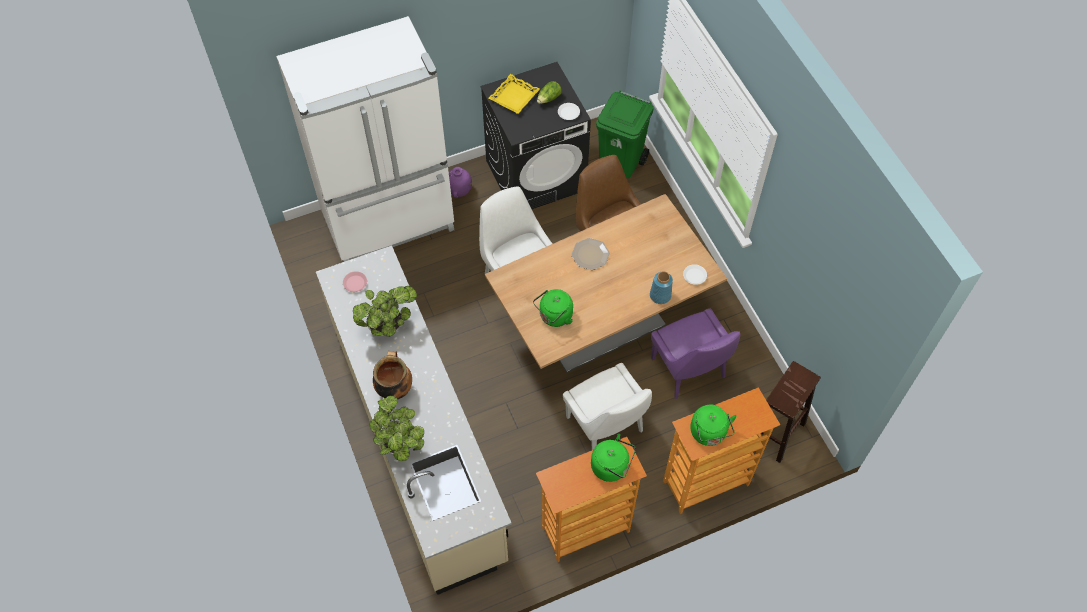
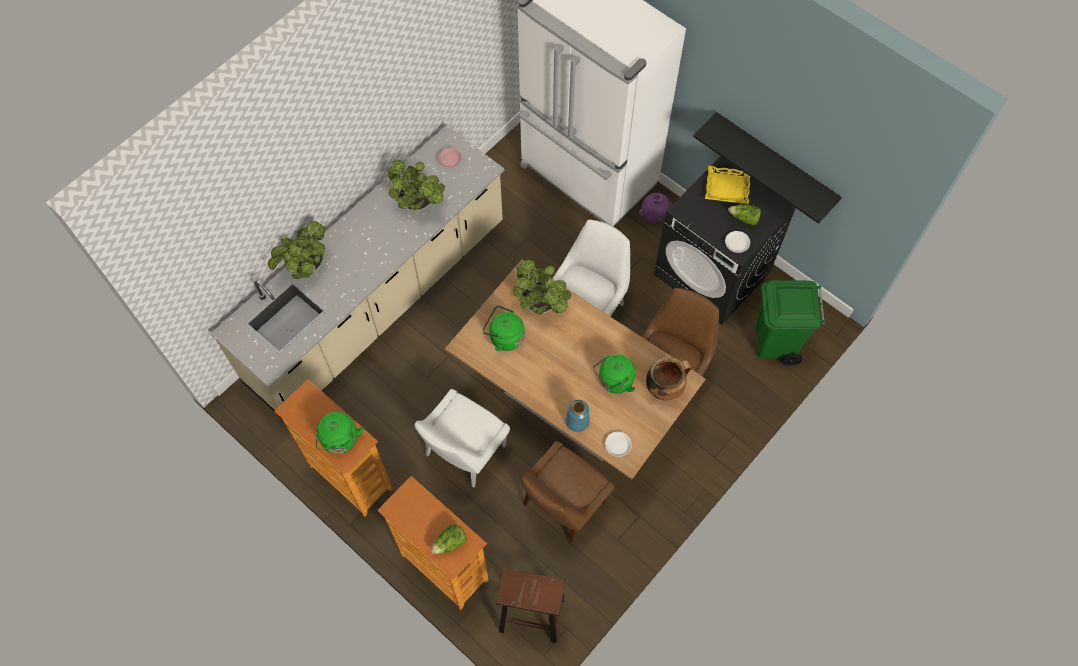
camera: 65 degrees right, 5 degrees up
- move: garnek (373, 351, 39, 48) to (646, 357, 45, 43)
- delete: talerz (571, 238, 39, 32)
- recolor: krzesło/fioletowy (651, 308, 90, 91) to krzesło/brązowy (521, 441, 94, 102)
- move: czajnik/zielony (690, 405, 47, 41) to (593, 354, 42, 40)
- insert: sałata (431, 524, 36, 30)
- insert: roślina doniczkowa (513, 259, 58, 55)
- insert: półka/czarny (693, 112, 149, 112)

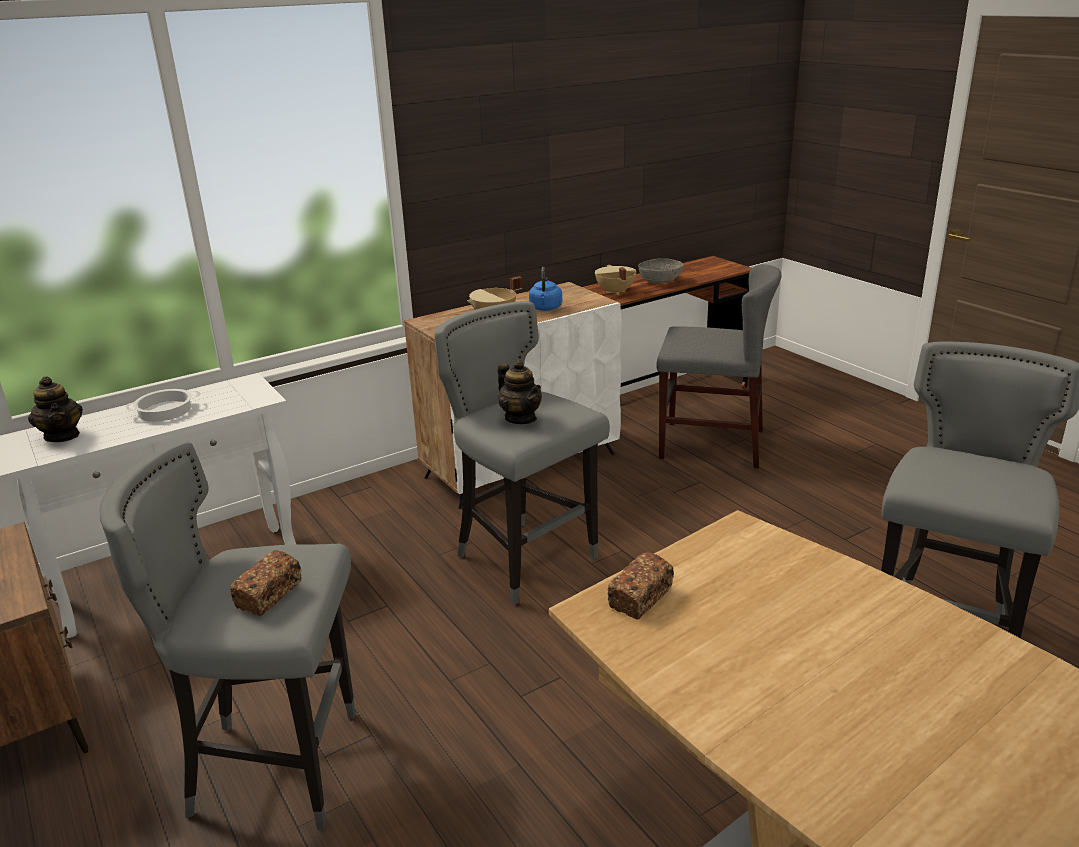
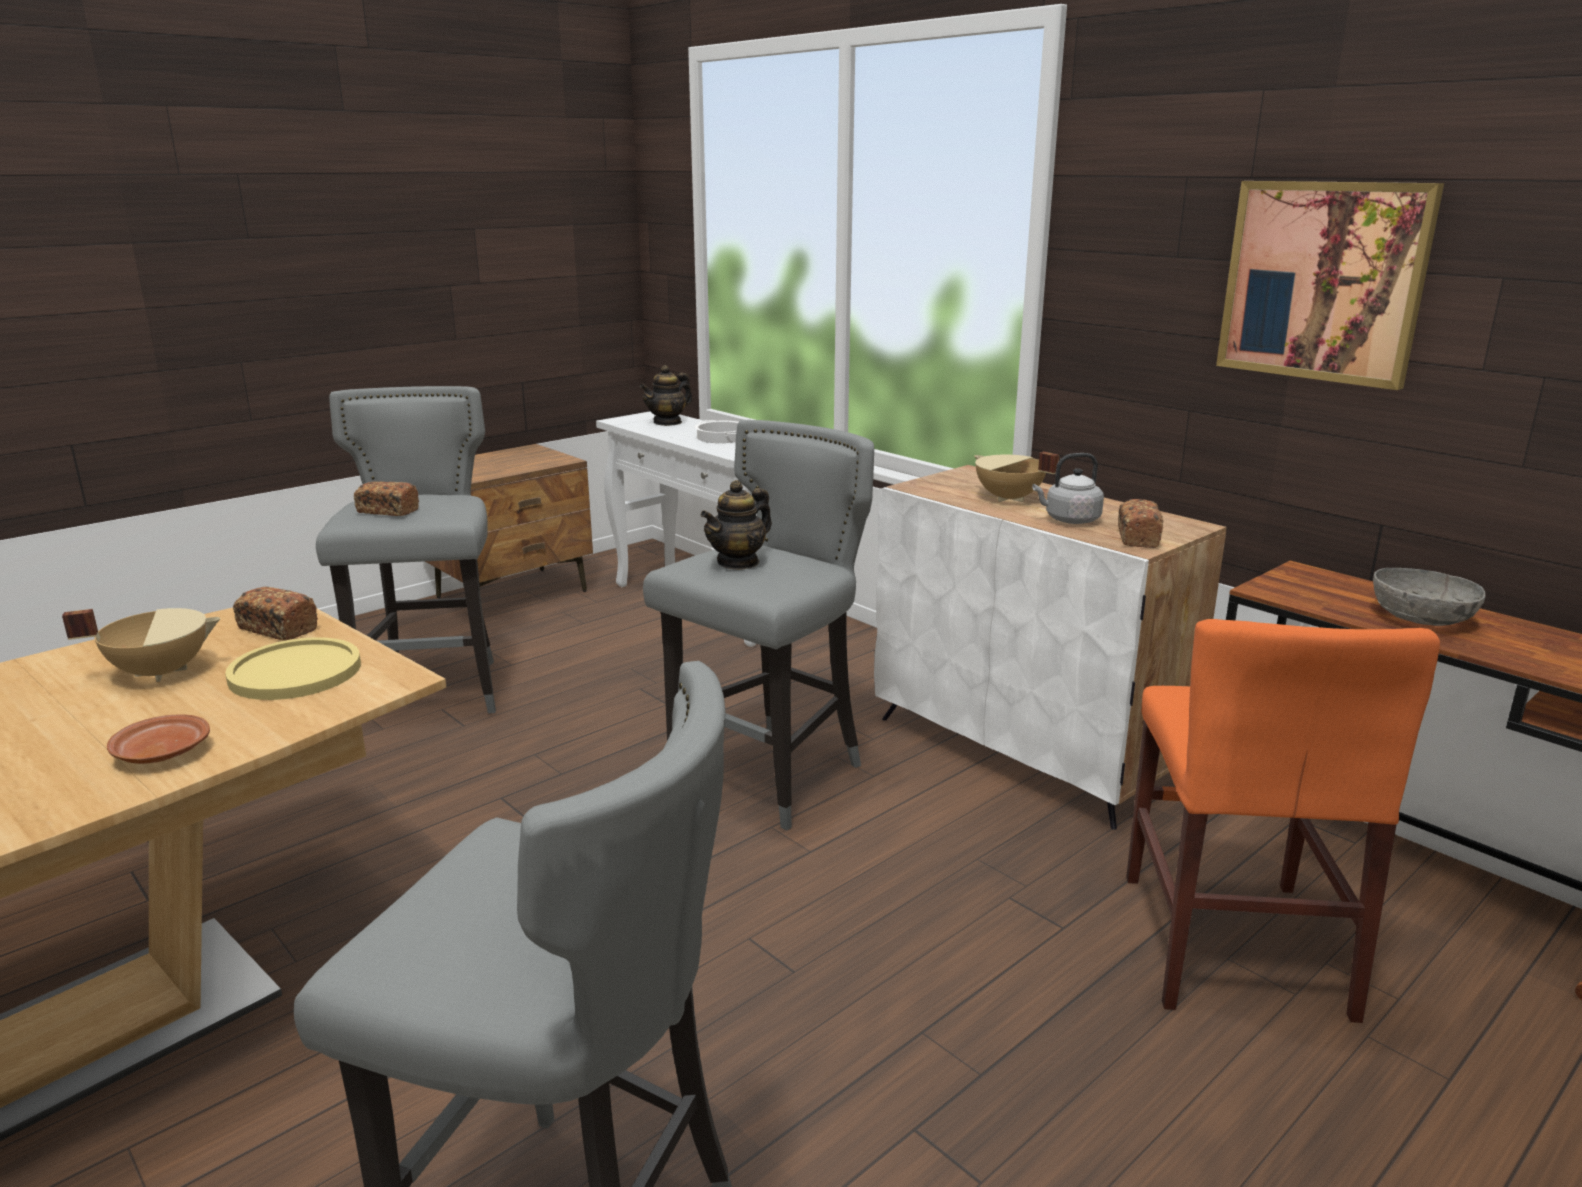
camera: 80 degrees right, 5 degrees down
- recolor: czajnik/niebieski (529, 267, 33, 44) to czajnik/szary (1032, 453, 72, 71)
- move: garnek/beżowy (595, 265, 41, 30) to (62, 608, 159, 74)
- recolor: krzesło/szary (656, 264, 126, 205) to krzesło/pomarańczowy (1126, 619, 314, 404)
- insert: talerz/brązowy (107, 714, 103, 50)
- insert: talerz/żółty (225, 637, 136, 63)
- insert: chleb (1118, 499, 46, 49)
- insert: obraz (1216, 181, 228, 209)

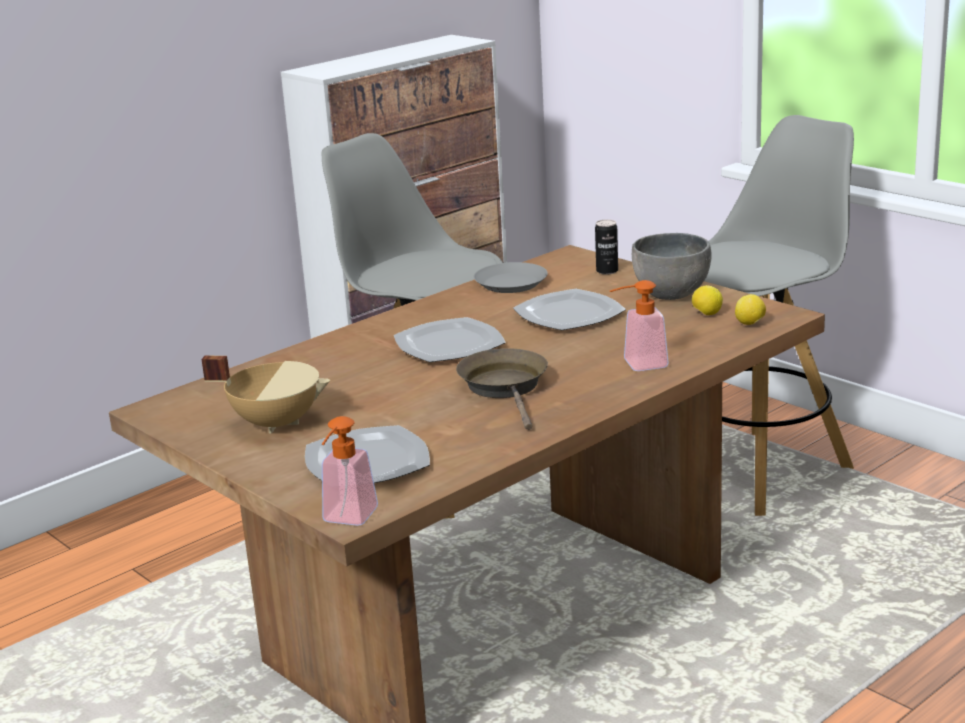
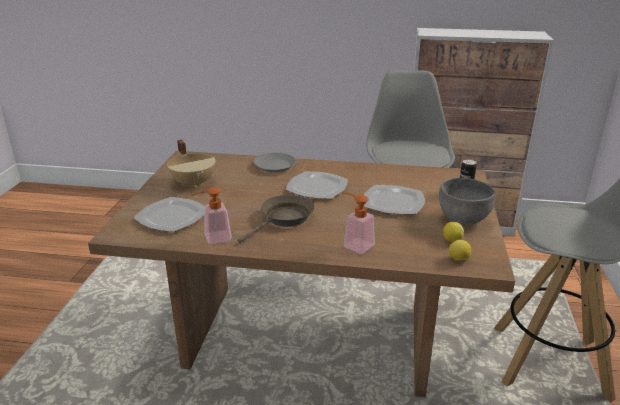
camera: 50 degrees right, 5 degrees up
- move: dozownik mydła (322, 416, 56, 110) to (191, 187, 41, 57)
- move: talerz/szary (473, 262, 75, 31) to (253, 153, 43, 20)

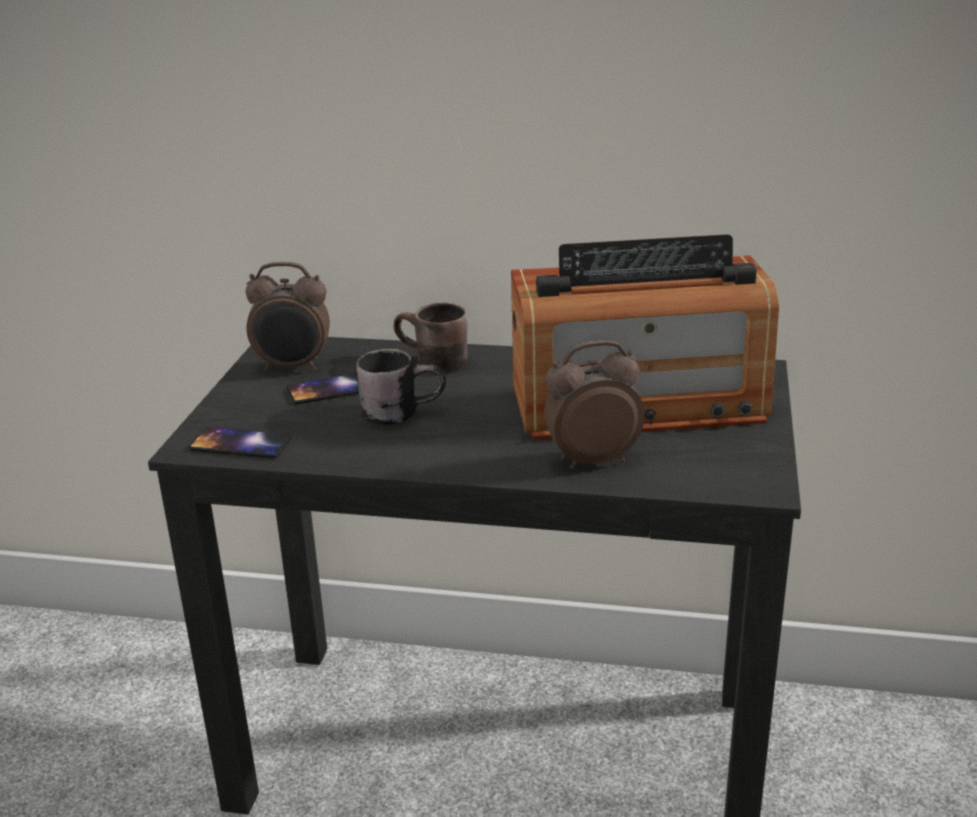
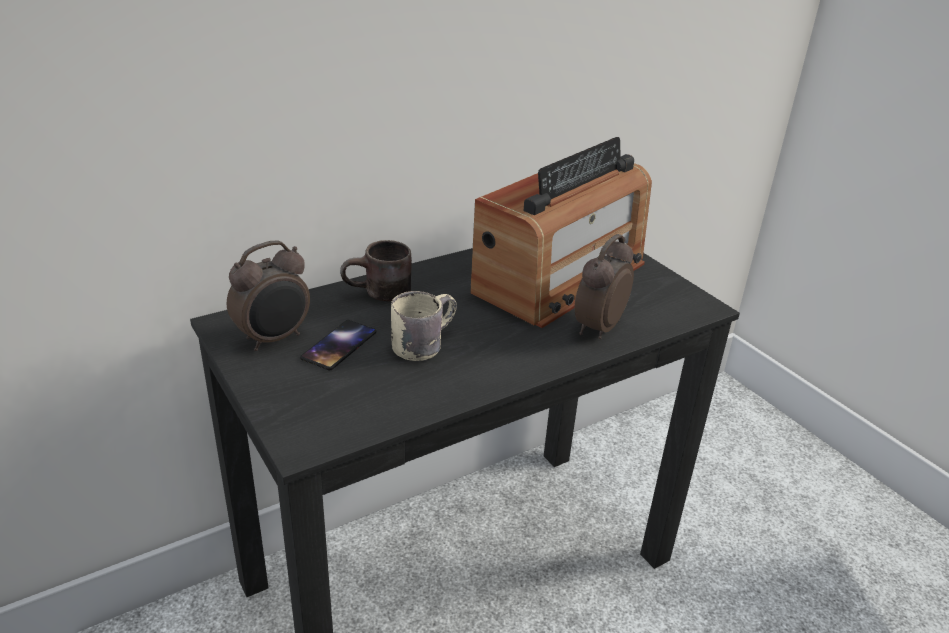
camera: 45 degrees left, 5 degrees up
- delete: telefon (189, 427, 103, 31)
- recolor: kubek/czarny (356, 348, 90, 77) to kubek/beżowy (391, 291, 66, 70)

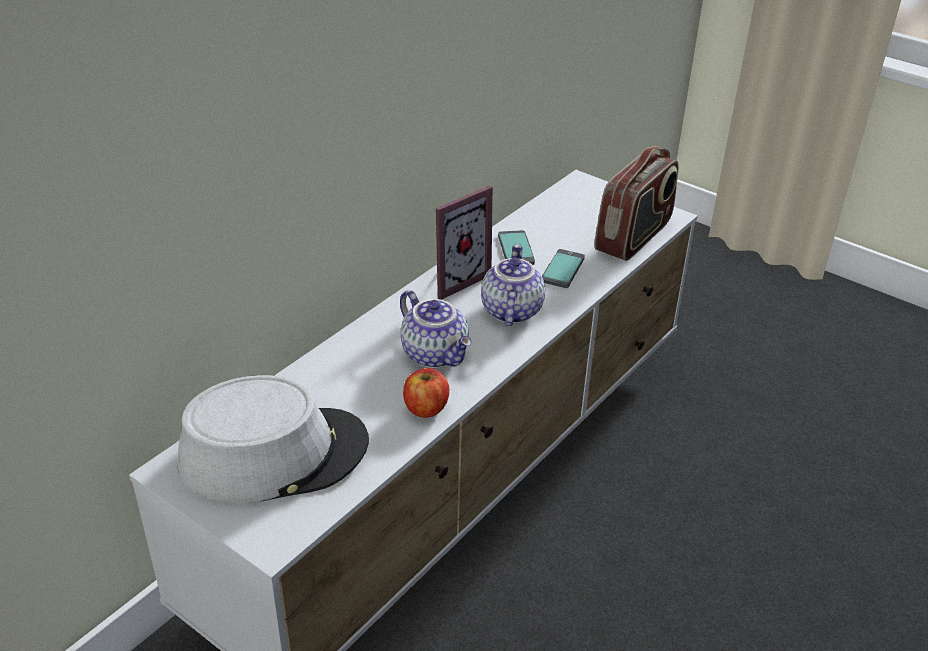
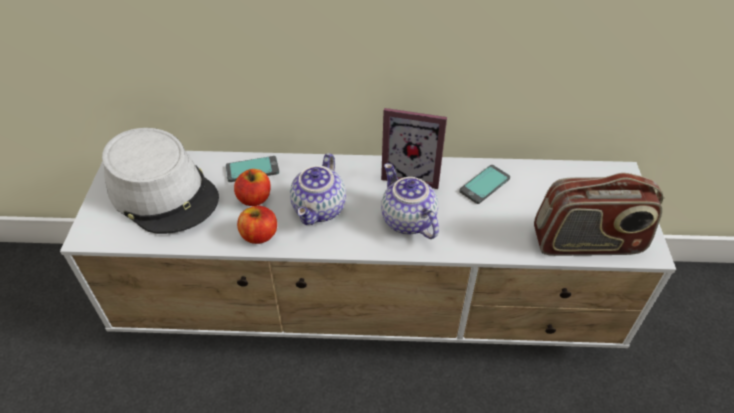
camera: 55 degrees right, 10 degrees up
- rotate: imbryk (481, 244, 64, 82) = (381, 163, 58, 76) 90 degrees counterclockwise
- move: telefon (542, 249, 43, 39) to (226, 156, 53, 26)
- insert: jabłko (234, 169, 37, 37)

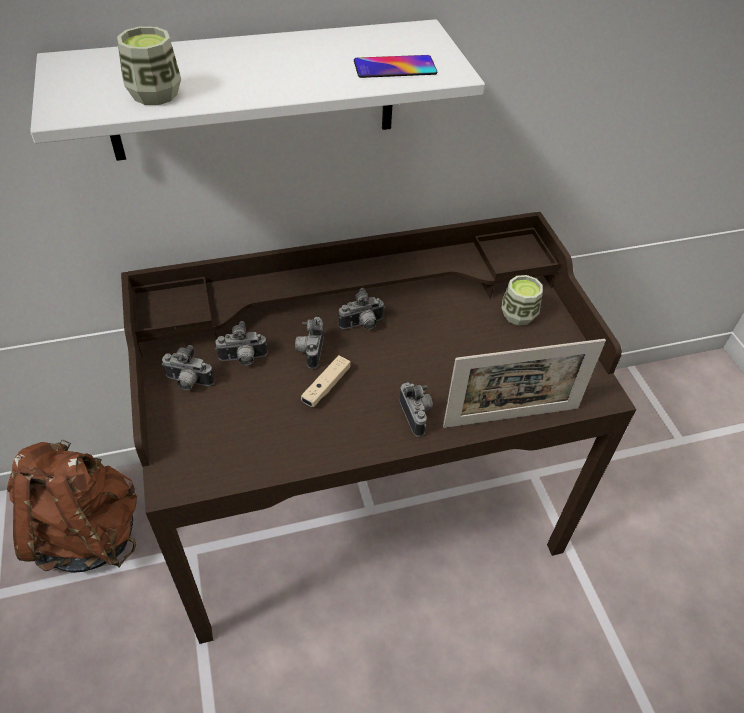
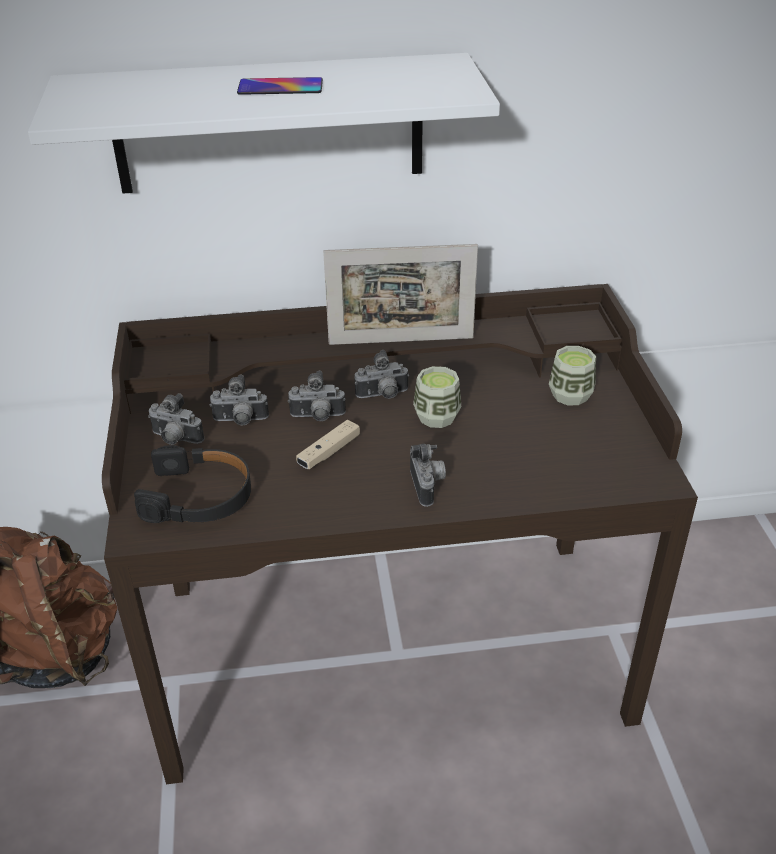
camera: 10 degrees right, 10 degrees down
- move: filiżanka (117, 26, 64, 79) to (413, 366, 48, 62)
- rotate: aparat fotograficzny (295, 317, 29, 52) = (288, 371, 58, 50) 105 degrees counterclockwise
- move: telefon (354, 55, 84, 23) to (237, 77, 86, 18)
- move: ramka na zdjęcie (443, 339, 163, 89) to (323, 244, 155, 101)
- insert: słuchawki/czarny (134, 445, 117, 78)

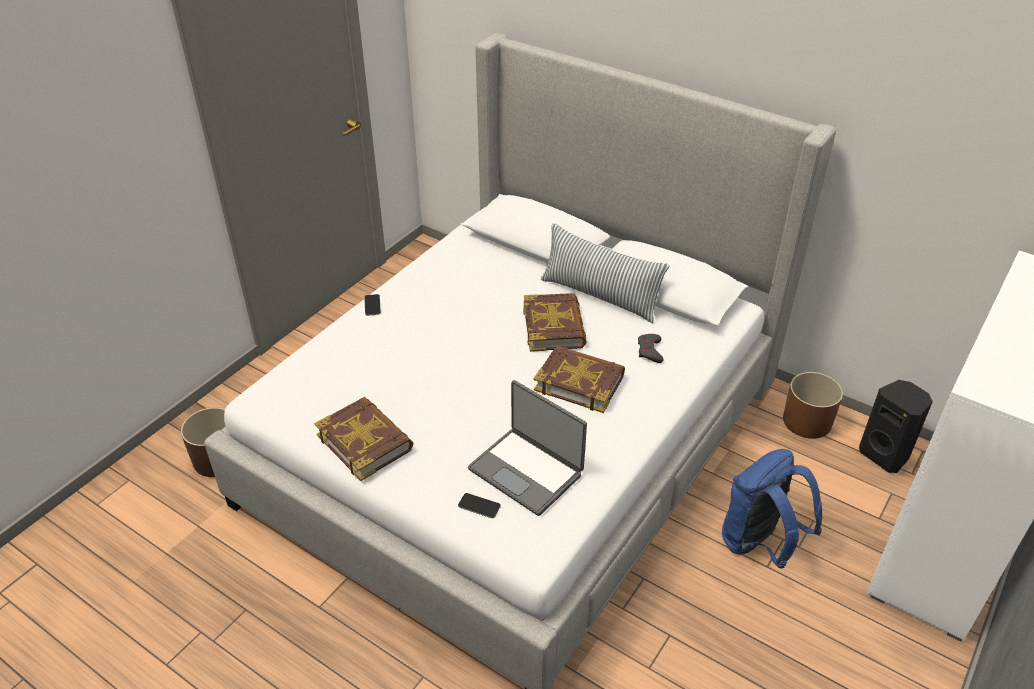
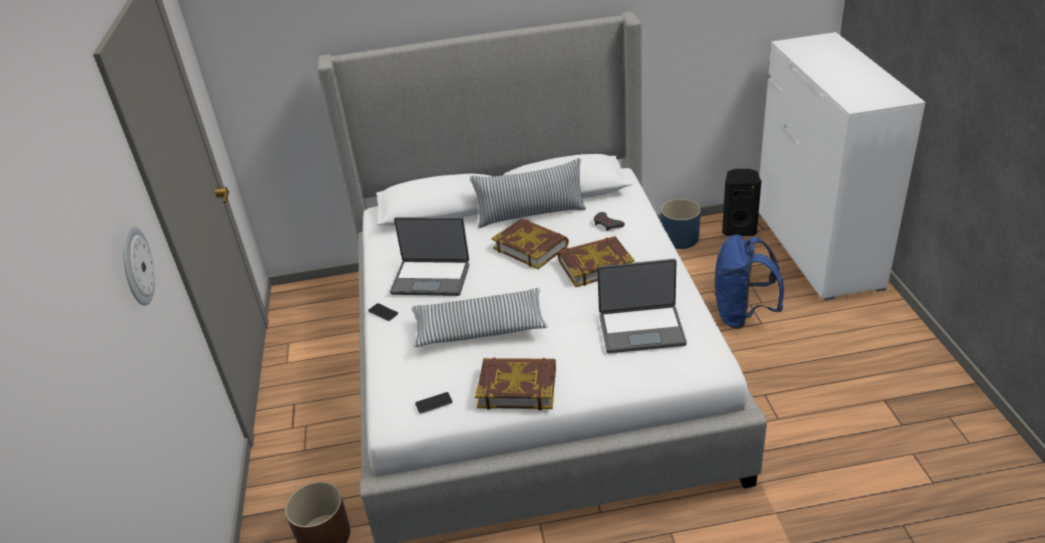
camera: 40 degrees left, 5 degrees down
- move: telefon (458, 493, 43, 25) to (415, 392, 37, 22)
- recolor: donica/brązowy (783, 372, 60, 67) to donica/niebieski (661, 199, 40, 50)
- insert: zegar ścienny (123, 226, 32, 80)
- insert: laptop (390, 217, 79, 79)
- insert: poduszka (412, 288, 136, 59)

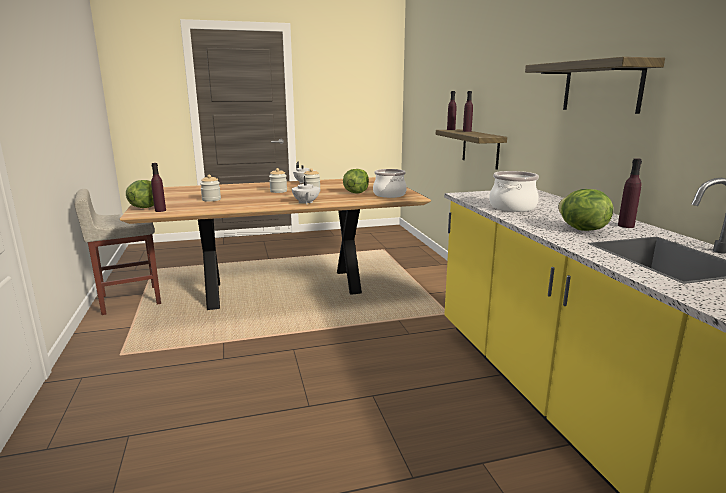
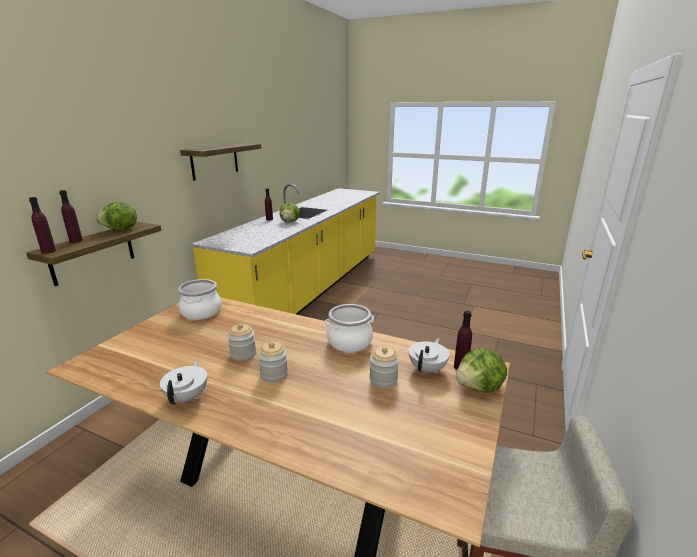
camera: 140 degrees left, 5 degrees up
- move: imbryk/biały (292, 176, 28, 29) to (409, 338, 40, 37)
- move: sałata (343, 169, 26, 25) to (96, 202, 41, 28)
- move: garnek (489, 171, 50, 41) to (325, 304, 49, 48)

